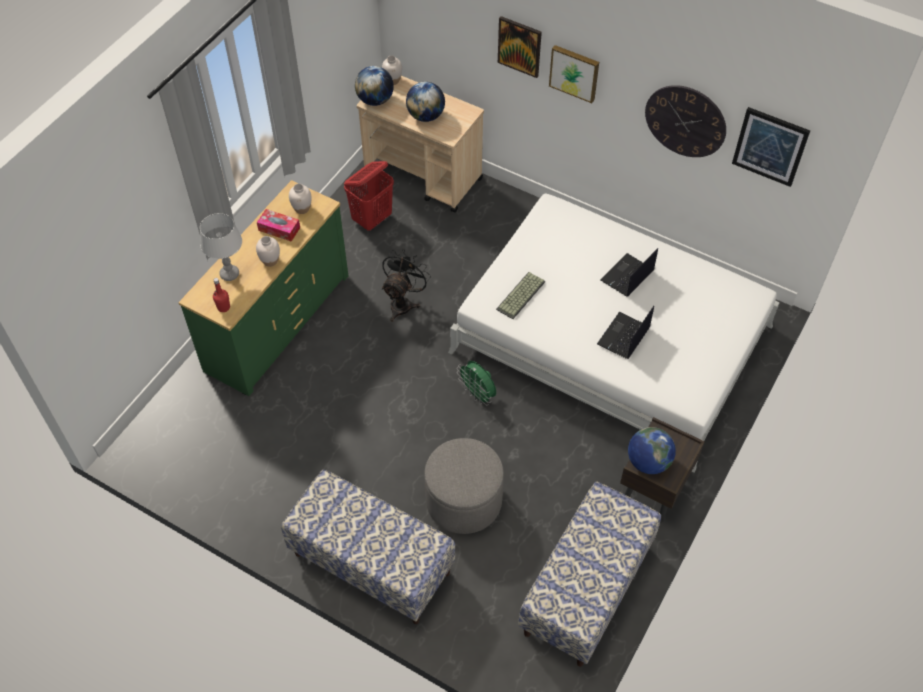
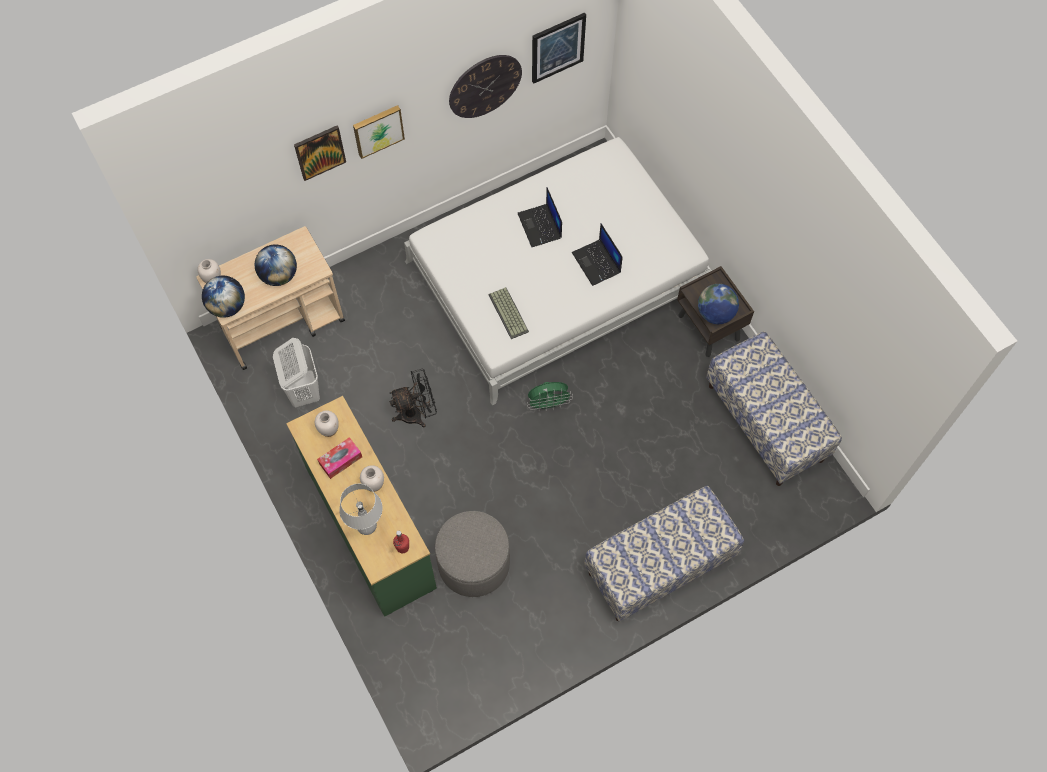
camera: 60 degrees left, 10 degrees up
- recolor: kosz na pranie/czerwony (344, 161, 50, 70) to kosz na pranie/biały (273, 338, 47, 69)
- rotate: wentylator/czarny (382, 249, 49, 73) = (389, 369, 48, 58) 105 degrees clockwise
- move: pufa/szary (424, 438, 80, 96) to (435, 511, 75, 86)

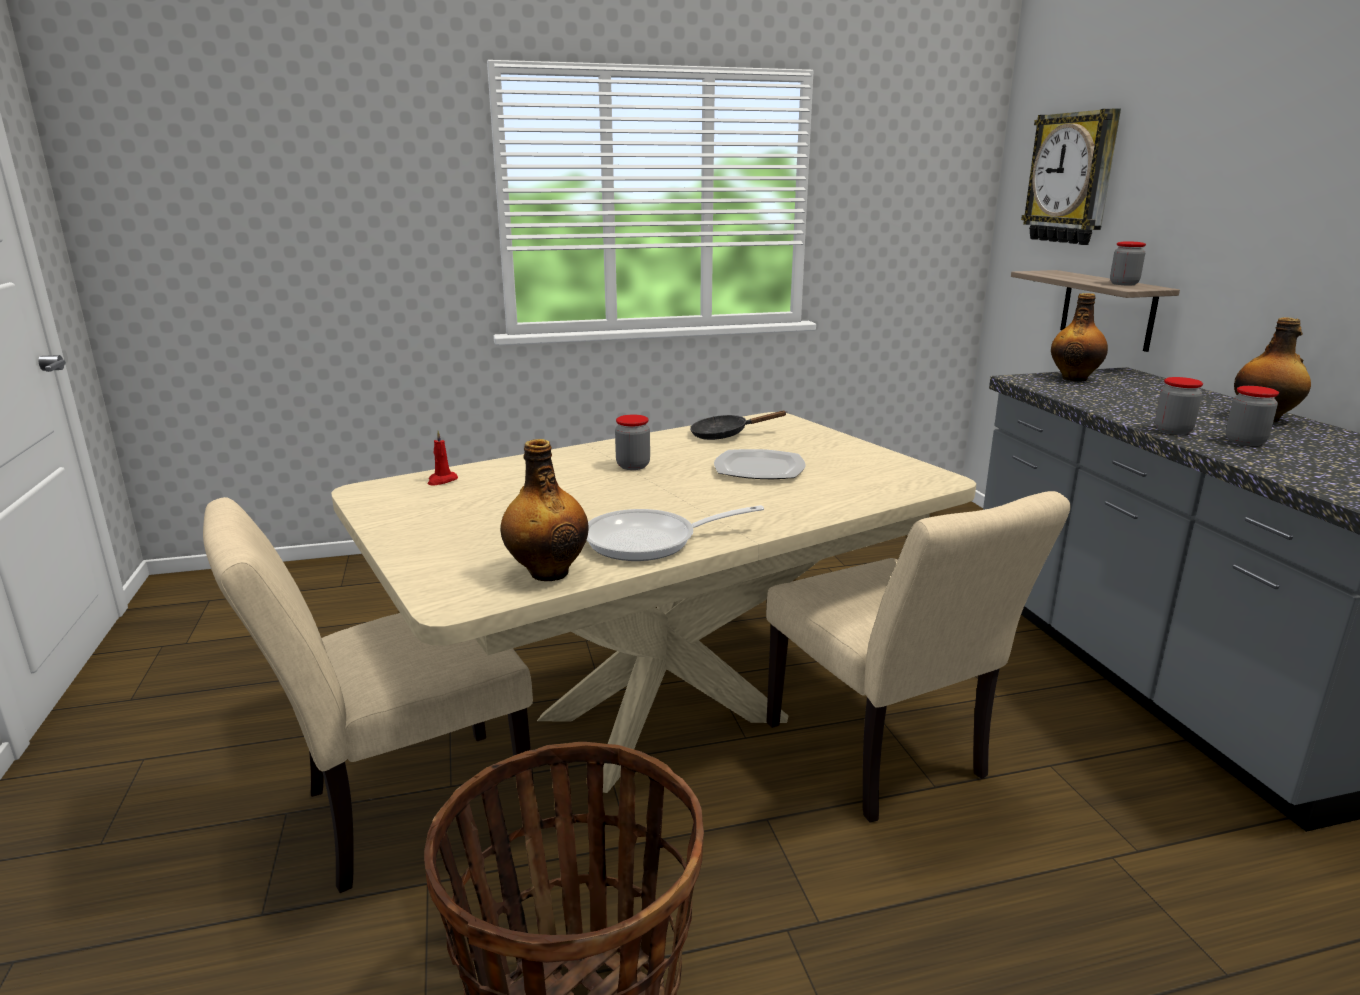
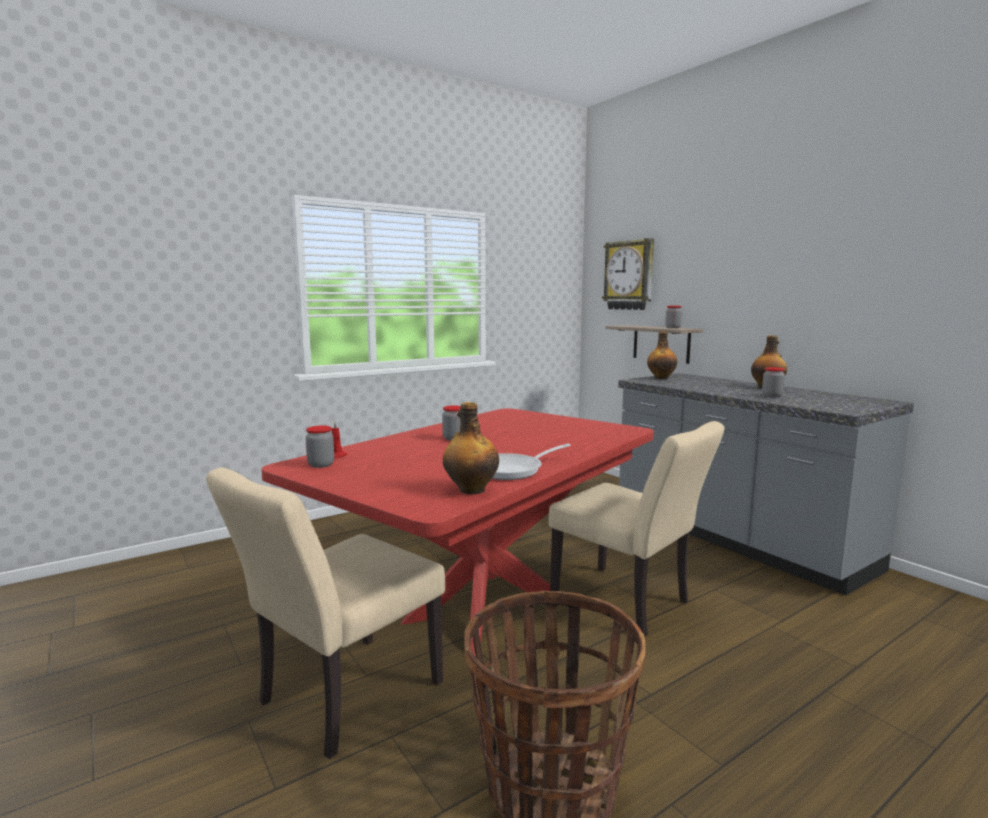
camera: 20 degrees left, 10 degrees down
- recolor: stół jadalny/beżowy (331, 412, 645, 381) to stół jadalny/czerwony (261, 408, 393, 248)
- delete: patelnia/czarny (690, 411, 97, 29)
- delete: talerz (714, 449, 92, 30)
- move: słoik (1155, 377, 48, 58) to (306, 425, 28, 43)

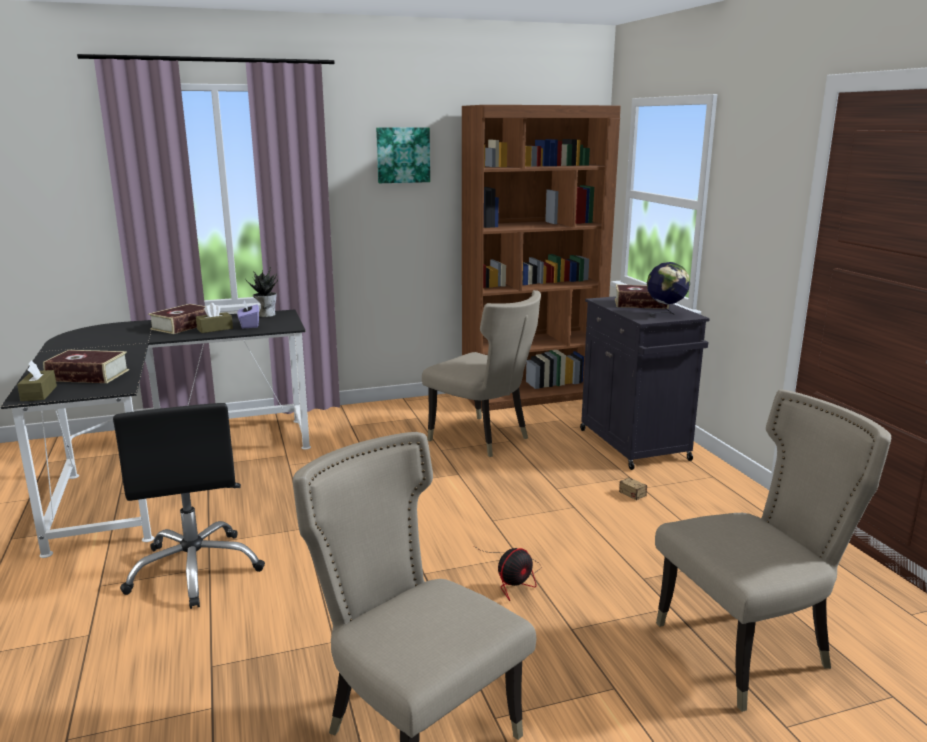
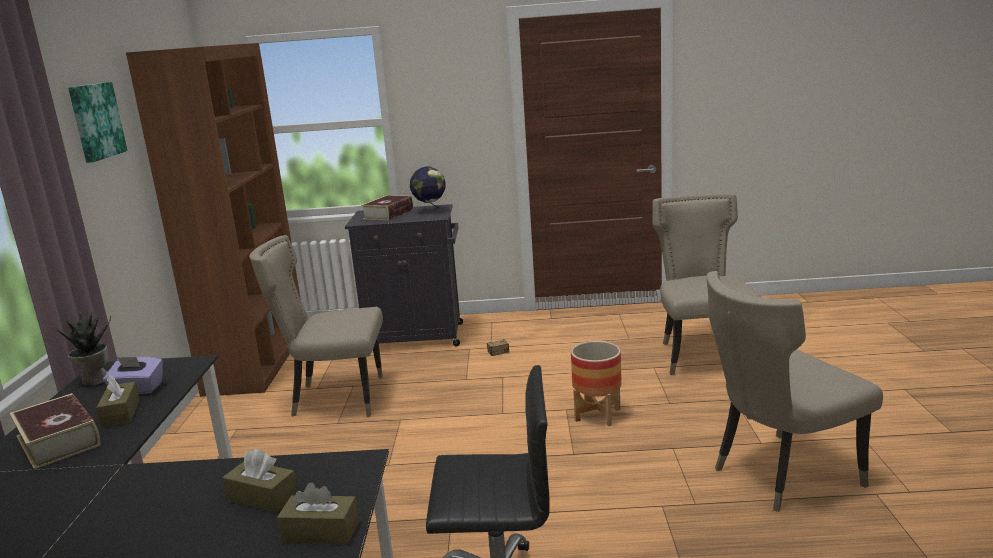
camera: 70 degrees left, 0 degrees up
- replace: książka (43, 350, 86, 33) to pudełko chusteczek/brązowy (222, 449, 76, 64)
- rotate: krzesło/beżowy (422, 290, 119, 167) = (249, 235, 134, 182) 150 degrees counterclockwise
- replace: wentylator (474, 546, 68, 55) to donica (571, 341, 51, 85)

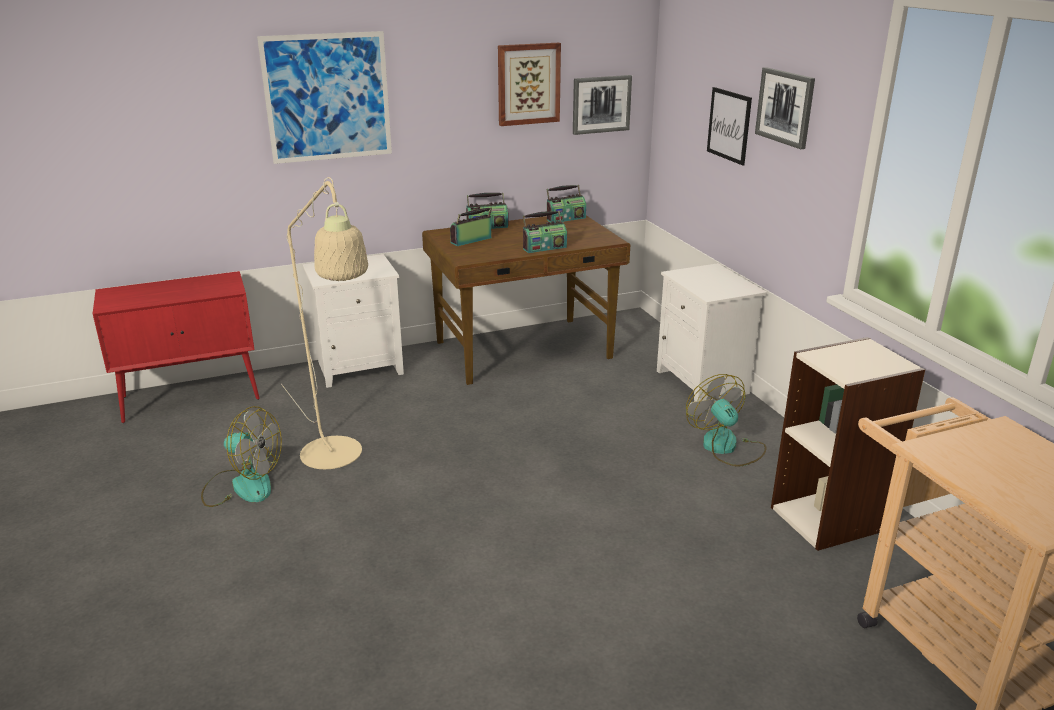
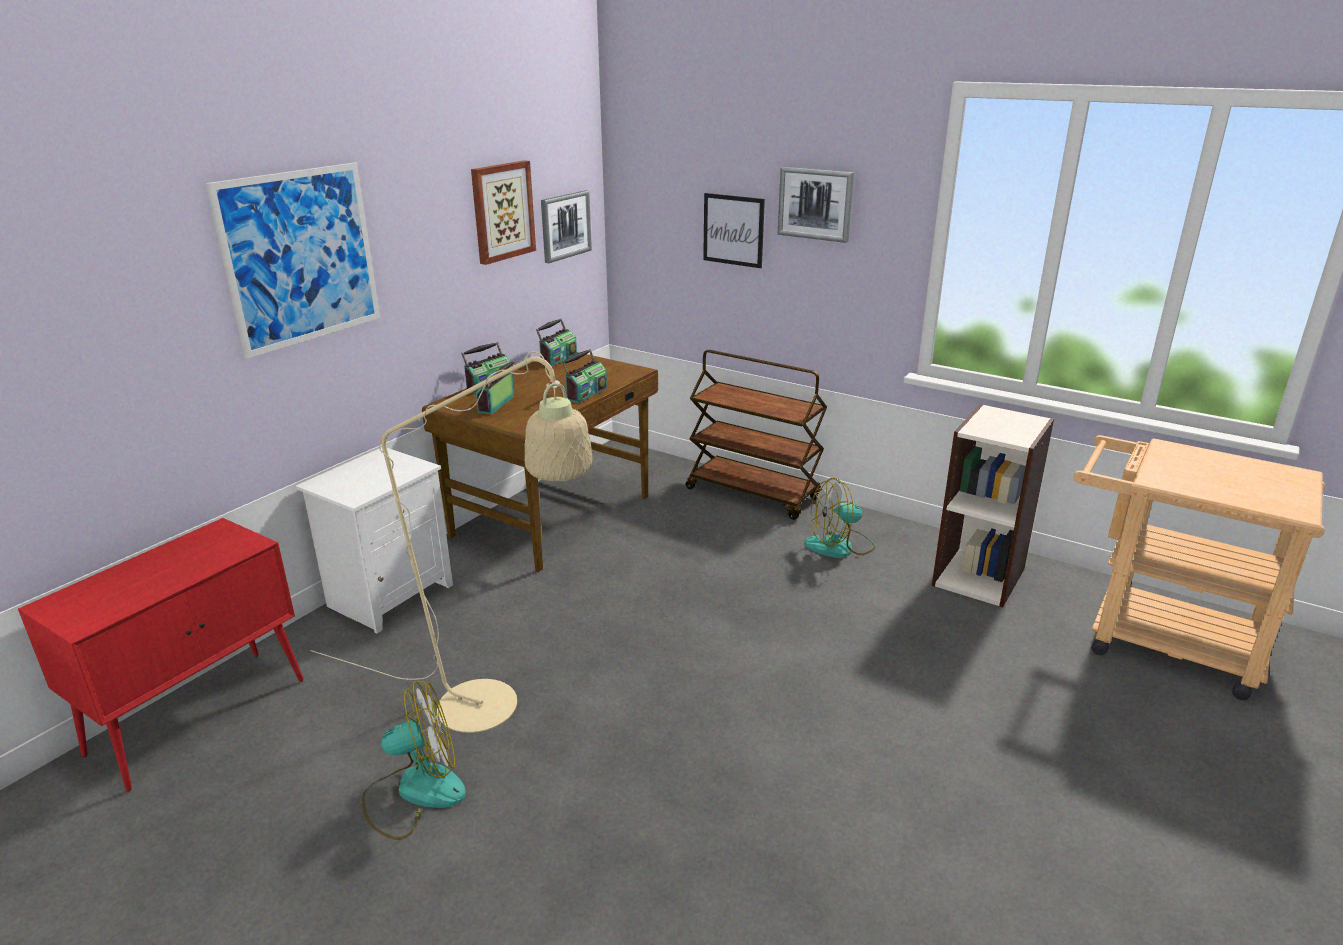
camera: 35 degrees left, 0 degrees up
- replace: szafka nocna/biały (657, 263, 110, 139) to wózek/brązowy (686, 350, 141, 170)
- rotate: wentylator (686, 374, 80, 93) = (804, 478, 71, 80) 45 degrees counterclockwise

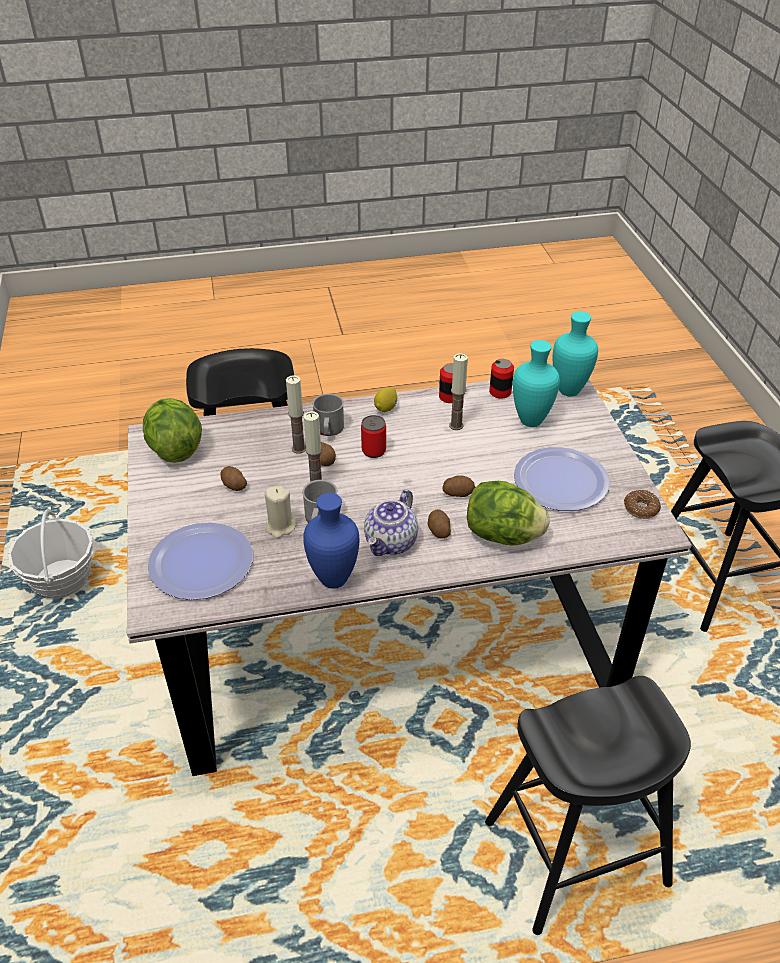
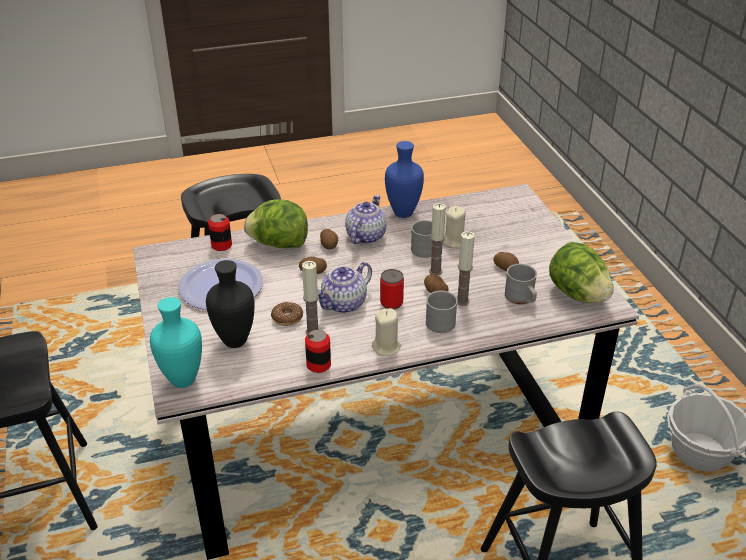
camera: 175 degrees right, 5 degrees down
- delete: talerz (148, 522, 105, 78)
- replace: cytryna (374, 388, 23, 24) to świeca/beżowy (372, 308, 29, 48)
- move: puszka (489, 359, 25, 40) to (208, 214, 24, 37)
- recolor: wazon/turkusowy (513, 340, 47, 87) to wazon/czarny (206, 260, 49, 88)
- move: donut (624, 490, 37, 29) to (271, 302, 32, 24)
- insert: imbryk (318, 262, 54, 51)
- insert: kubek/szary (505, 264, 32, 40)

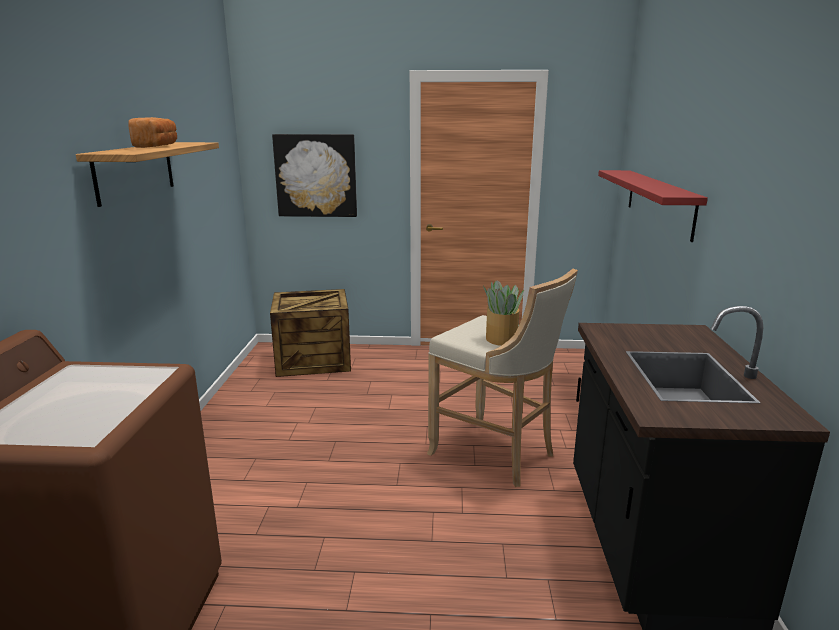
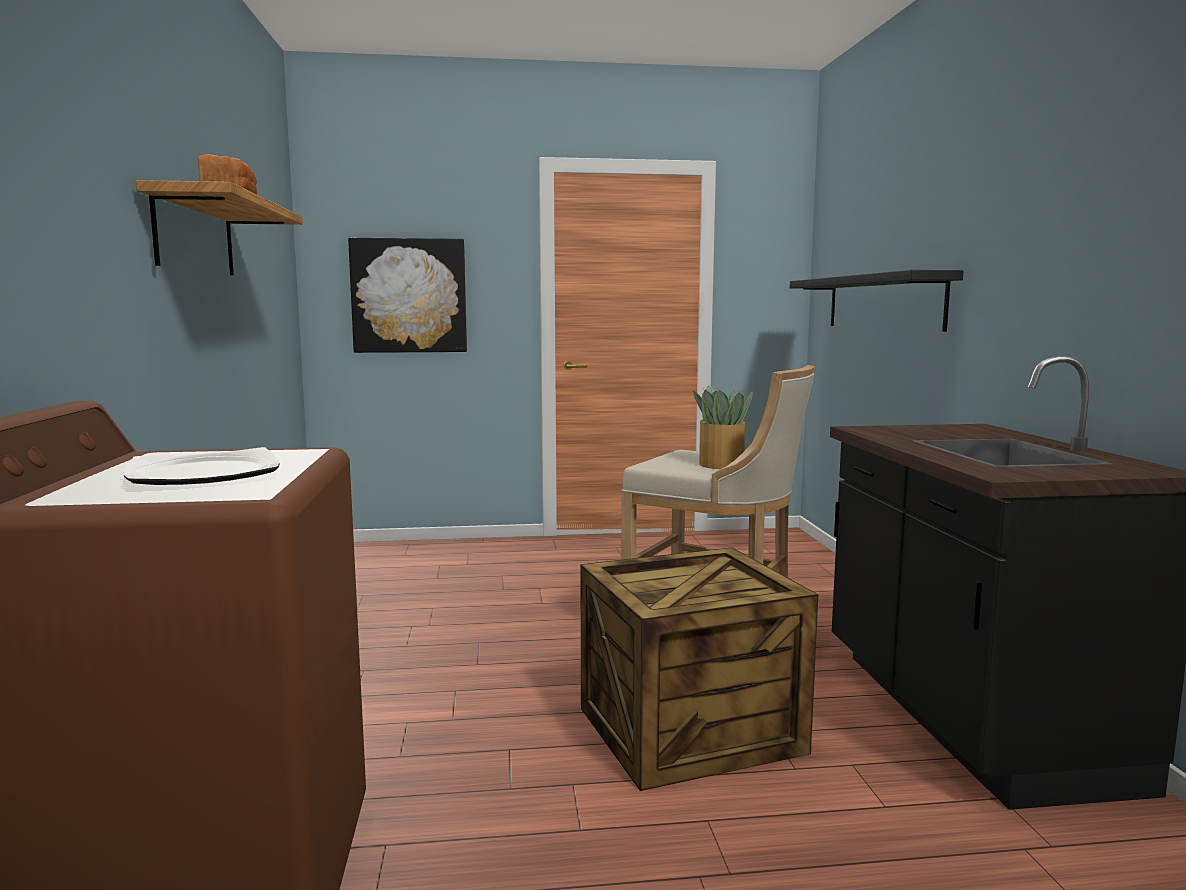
camera: 10 degrees left, 10 degrees down
- move: skrzynka (270, 289, 81, 88) to (581, 547, 237, 244)
- recolor: półka/czerwony (598, 170, 110, 72) to półka/czarny (790, 270, 173, 62)
- insert: talerz (124, 447, 156, 38)

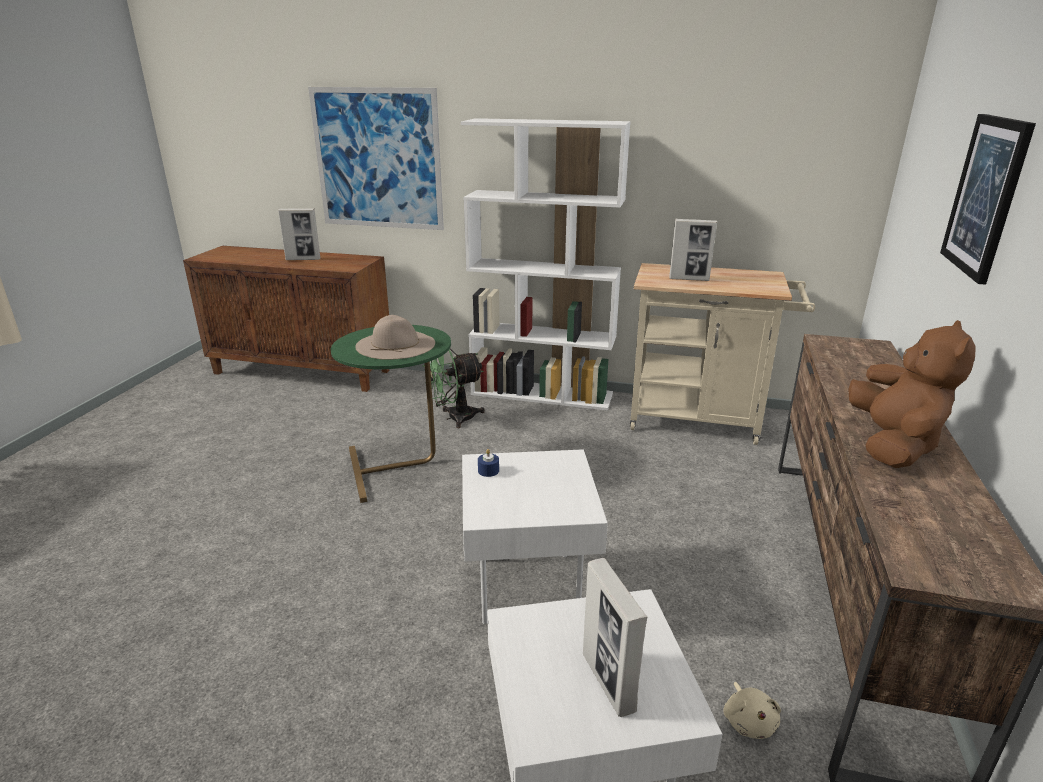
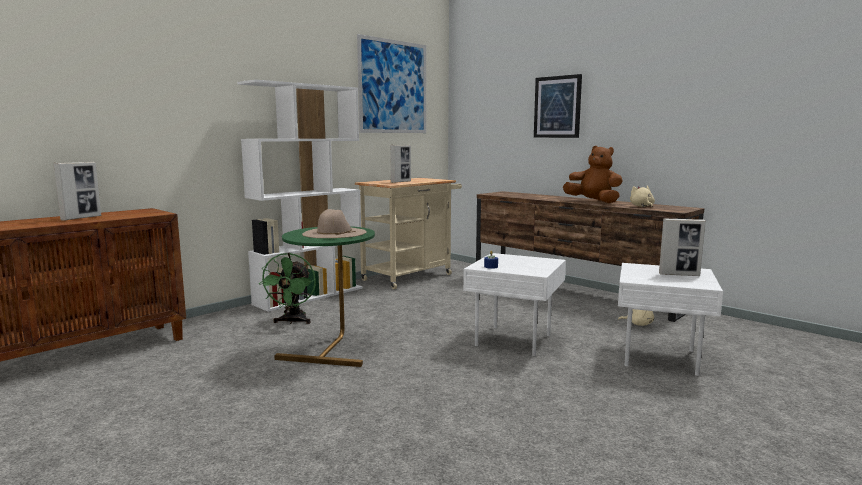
camera: 60 degrees left, 15 degrees down
- move: obraz (308, 87, 136, 143) to (357, 34, 69, 99)
- insert: pluszak/beżowy (630, 186, 25, 21)

